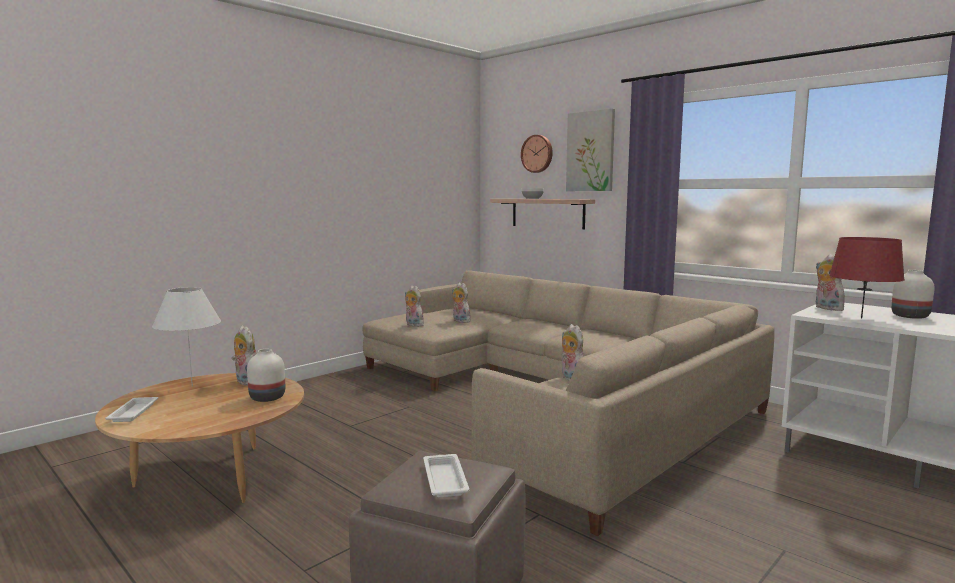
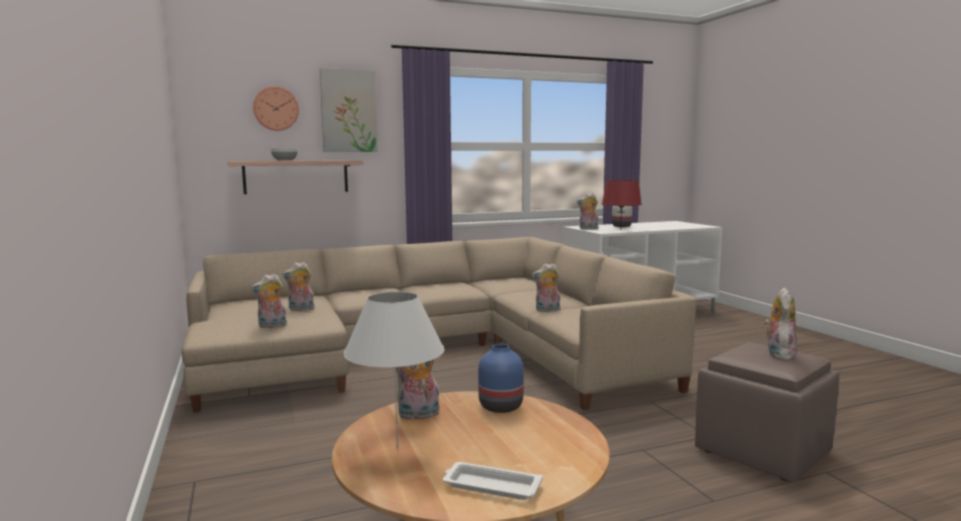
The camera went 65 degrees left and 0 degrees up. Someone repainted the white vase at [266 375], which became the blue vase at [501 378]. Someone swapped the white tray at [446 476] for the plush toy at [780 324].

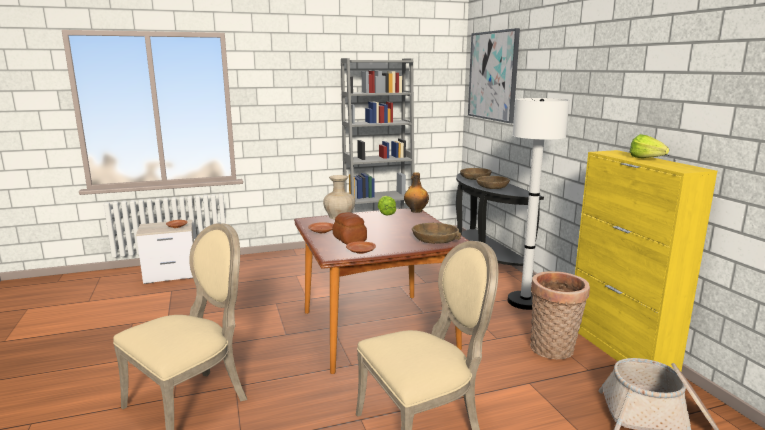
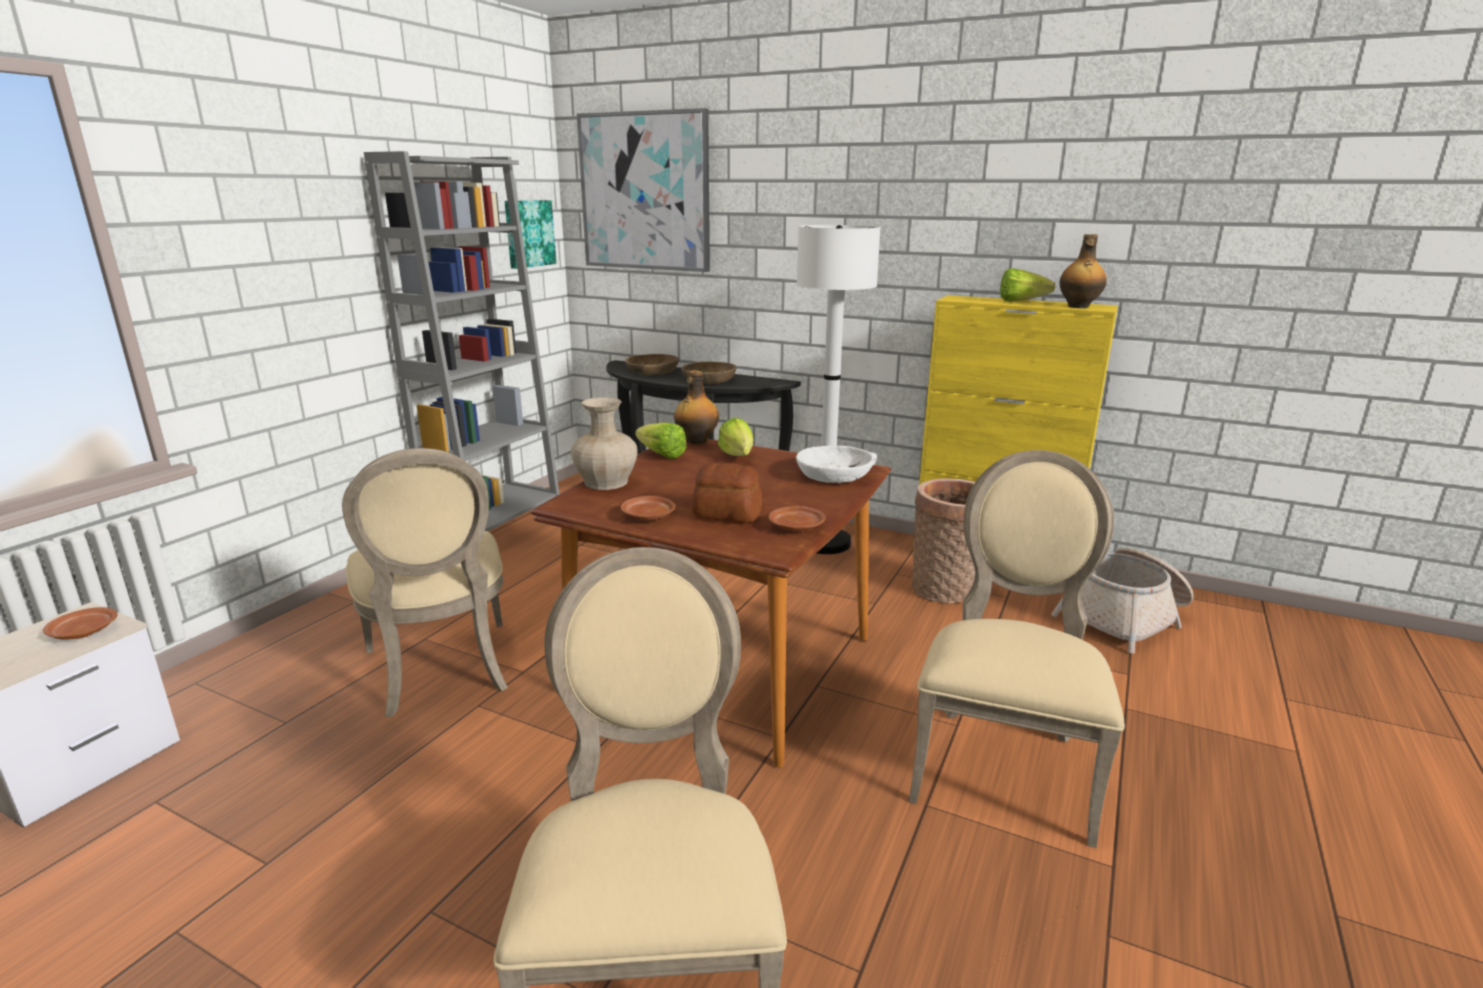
The camera went 45 degrees left and 5 degrees up. Someone repainted the brown bowl at [436 233], which became the white bowl at [836 464]. Someone put down the beige chair at [425 582]. Someone put up the picture at [530 234]. Someone put down the lettuce at [735 437]. Someone put down the bottle at [1083 271].

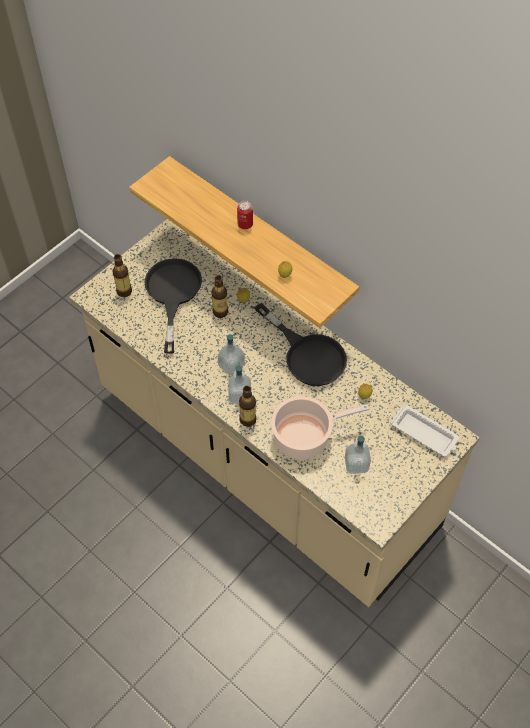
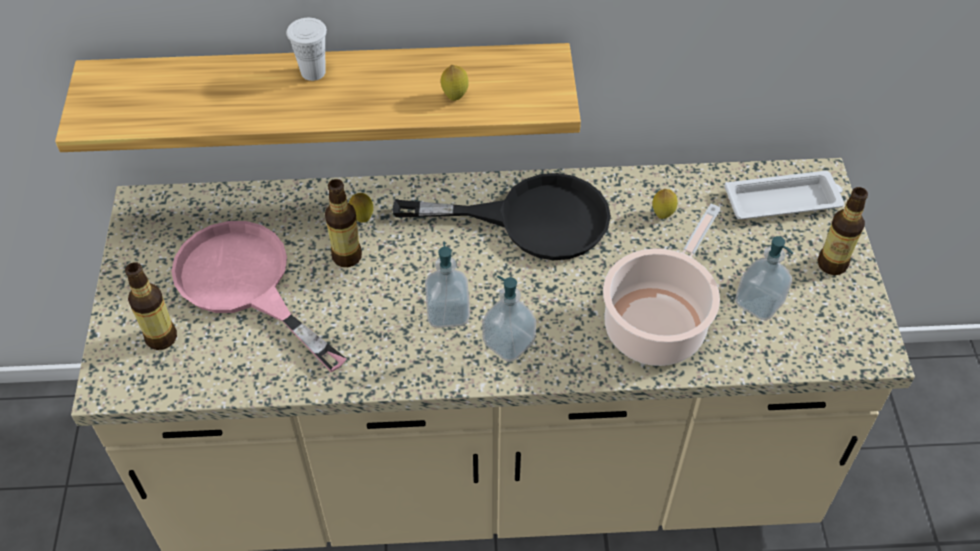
The camera went 45 degrees left and 5 degrees down. Someone repainted the black frying pan at [173 306], which became the pink frying pan at [259 296]. Someone swapped the can at [245 215] for the white cup at [307 49]. Someone carried the bottle from [247 406] to [843 231].

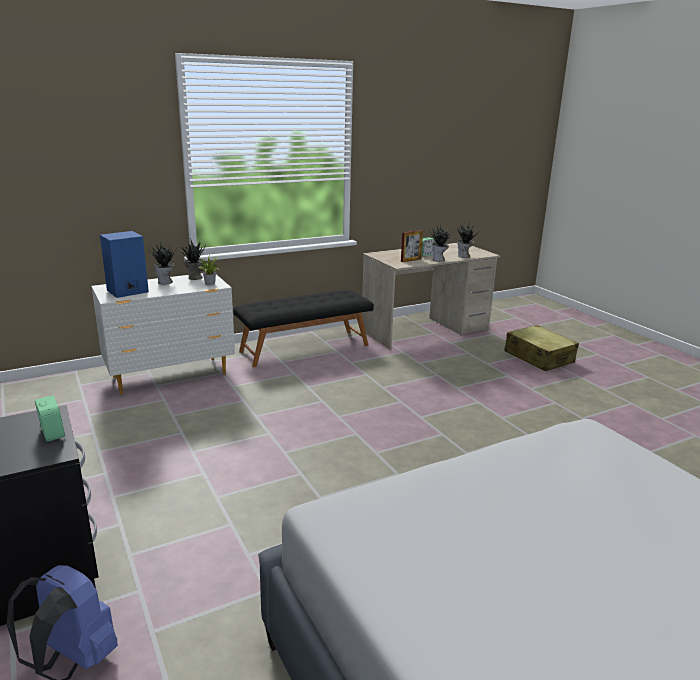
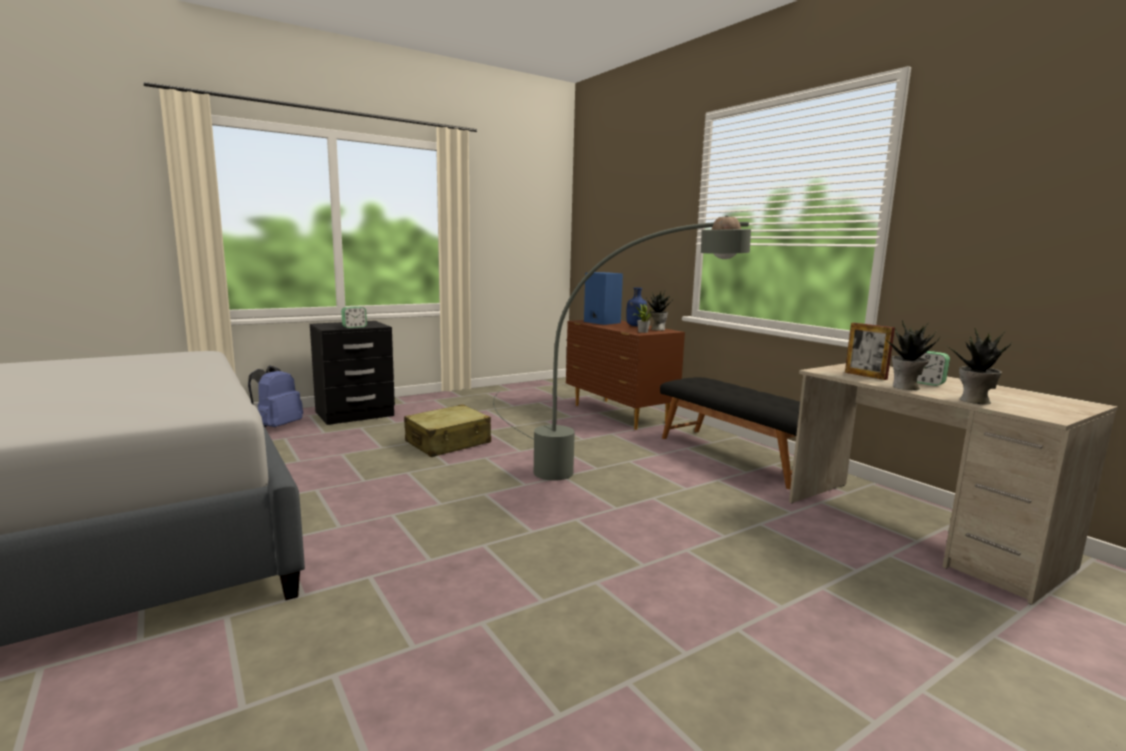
The camera went 85 degrees right and 10 degrees down. Someone repainted the white dresser at [163 334], which became the brown dresser at [625 375]. Someone swapped the potted plant at [162 262] for the blue bottle at [636 306]. Someone carried the beige suitcase from [541 348] to [447 430]. Someone put down the grey floor lamp at [622 348].

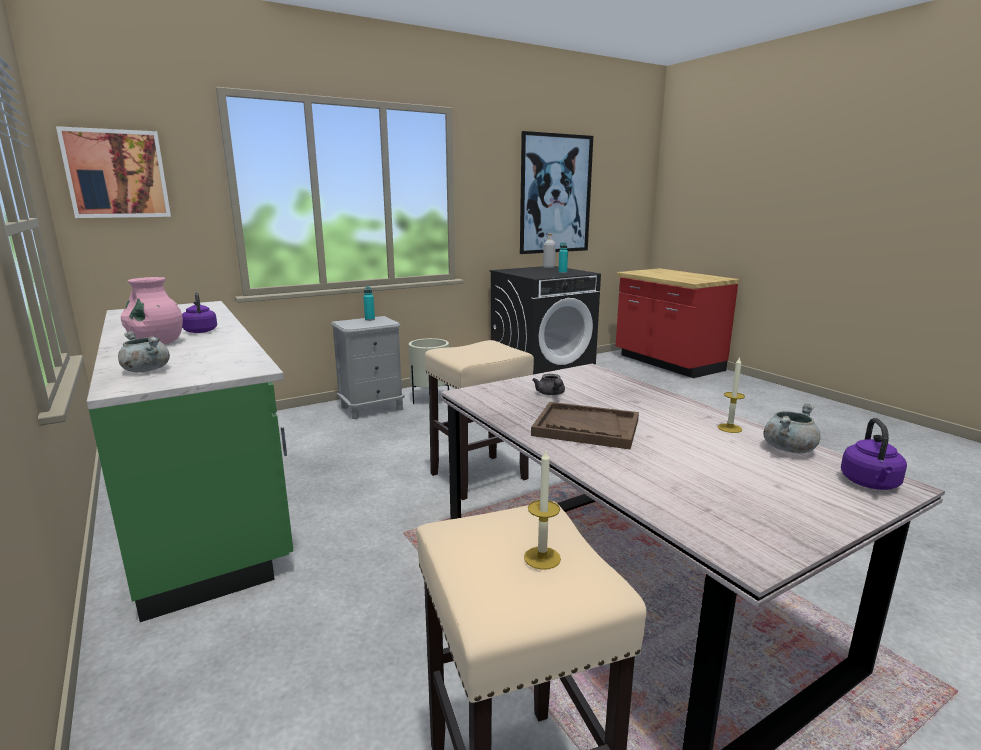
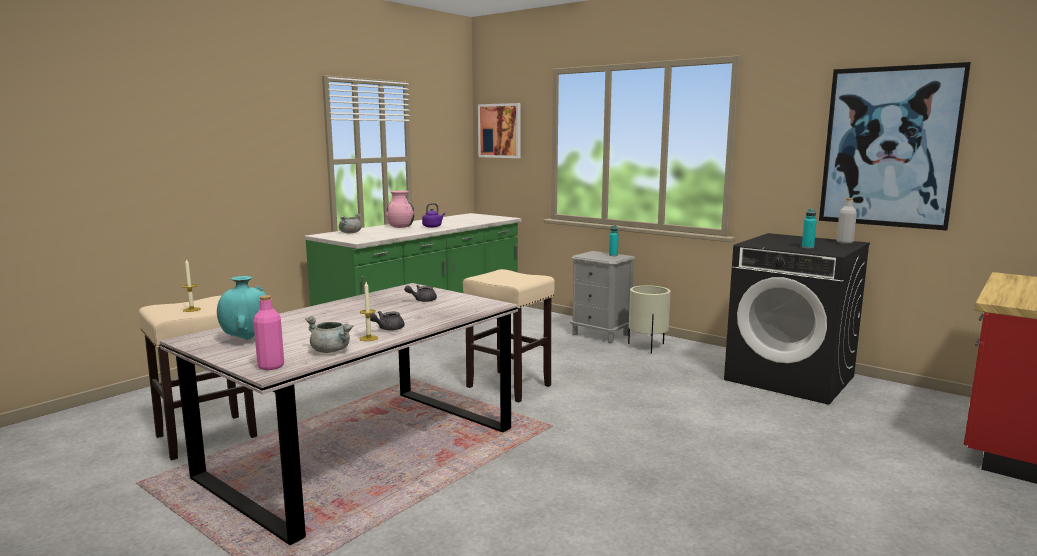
The camera went 70 degrees right and 5 degrees down. Someone took away the brown tray at [585 425]. Someone swapped the purple kettle at [874 454] for the pink bottle at [269 332]. Someone put down the turquoise vase at [241 308]. Someone put down the grey teapot at [387 320].

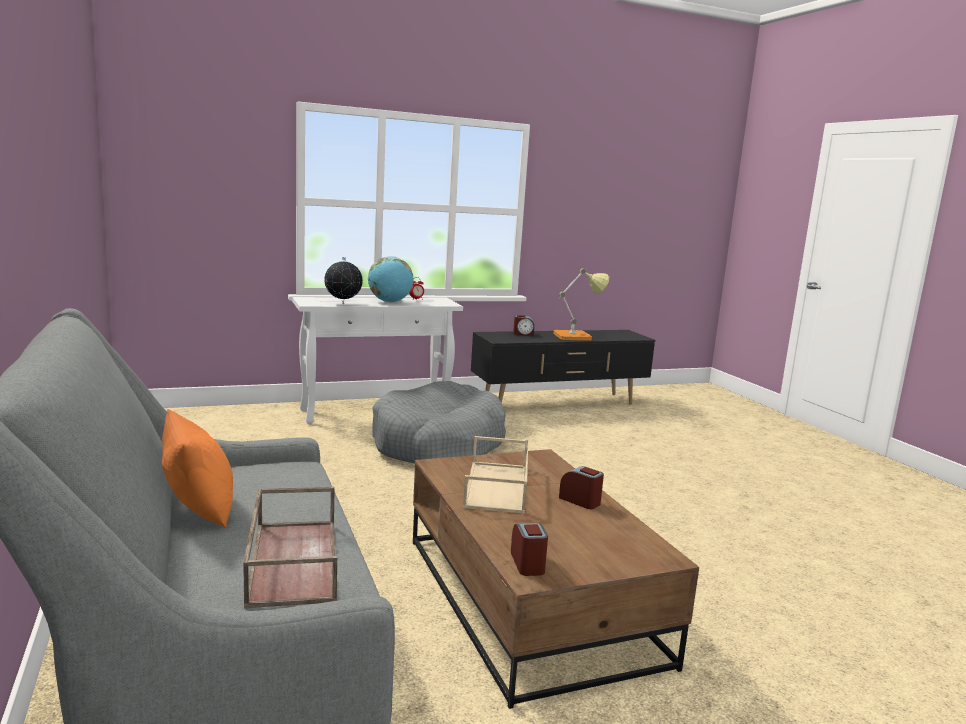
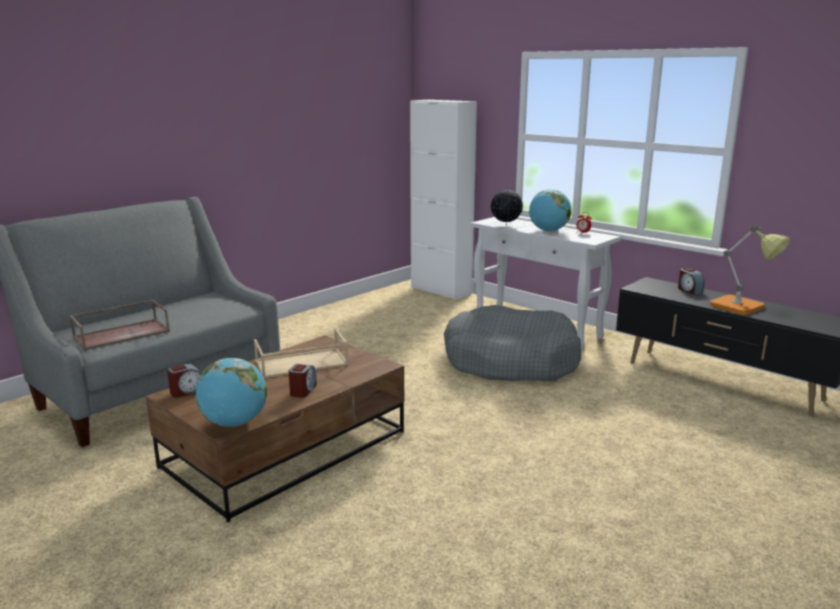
The camera went 65 degrees right and 5 degrees up. Someone took away the orange pillow at [197 468]. Someone put down the globe at [231 392]. Someone put down the white cabinet at [443 200].

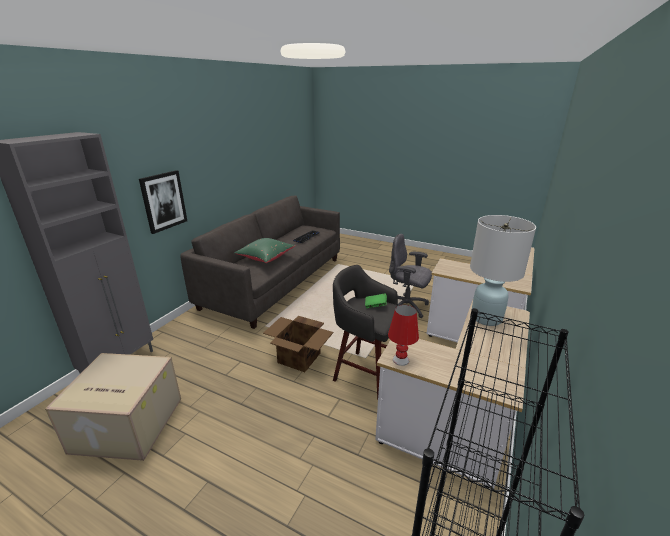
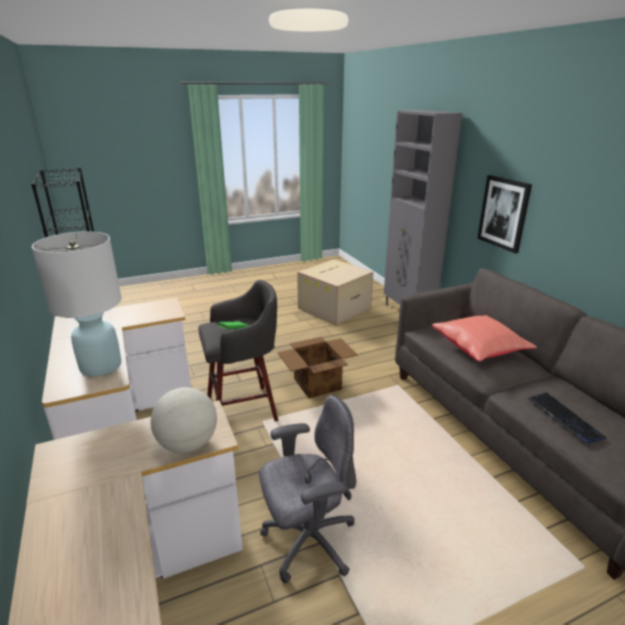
The camera went 130 degrees right and 0 degrees up. Someone repainted the green pillow at [264 250], which became the red pillow at [484 338]. Someone took away the red table lamp at [403 335]. Someone put down the globe at [184 420].

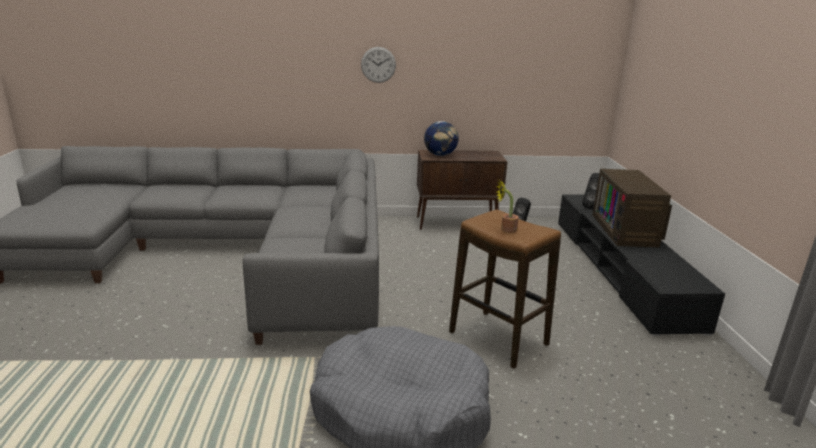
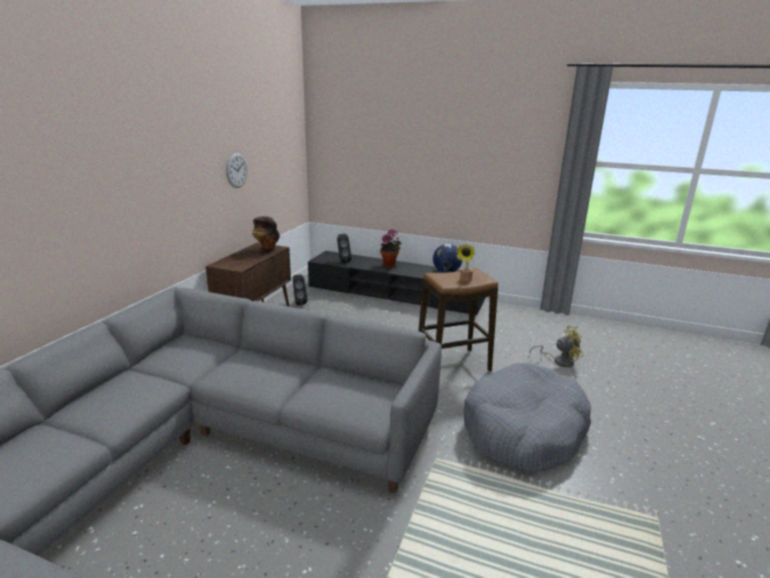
The camera went 65 degrees left and 0 degrees up. Someone carried the wall clock from [378 65] to [237 170]. Someone carried the globe from [441 138] to [447 258]. Someone swapped the television at [632 208] for the potted plant at [391 248]. Someone put down the vase at [266 234]. Someone put down the yellow fan at [556 346].

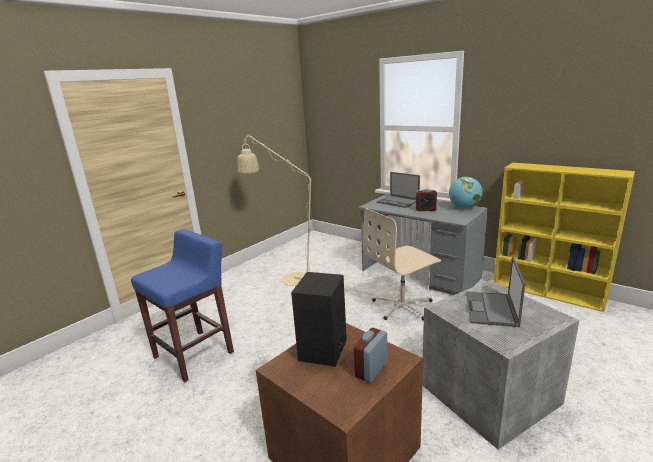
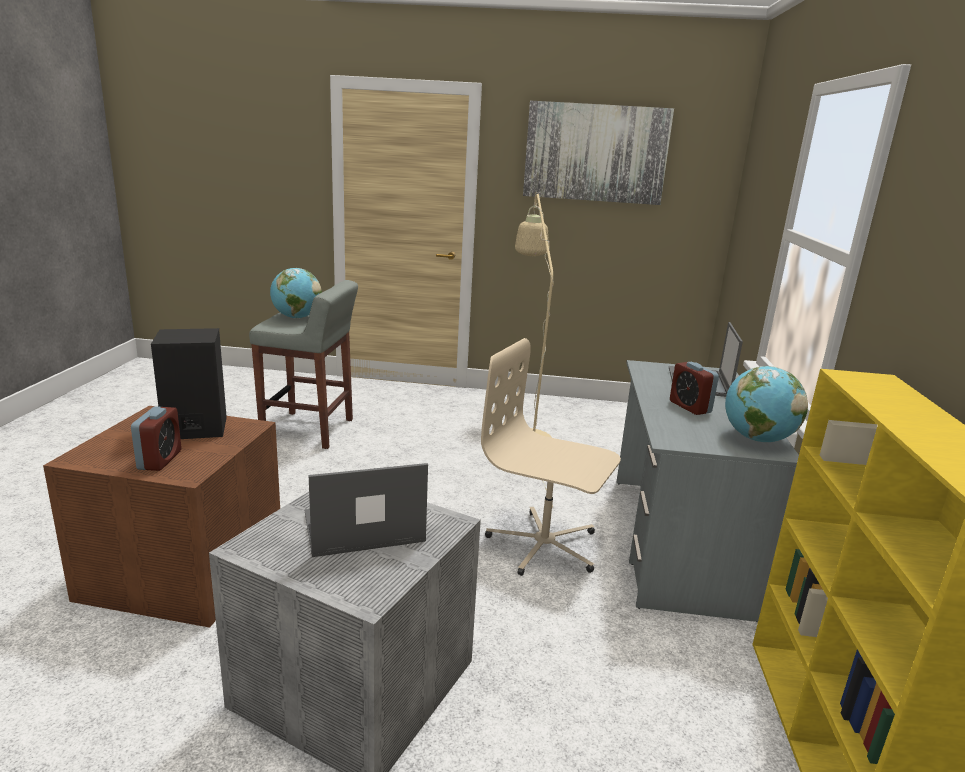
The camera went 55 degrees right and 0 degrees up. Someone repainted the blue stool at [182 306], which became the grey stool at [303 364]. Someone rotated the alarm clock at [370 355] by 90 degrees clockwise. Someone put down the globe at [296 293]. Someone put up the picture at [598 152].

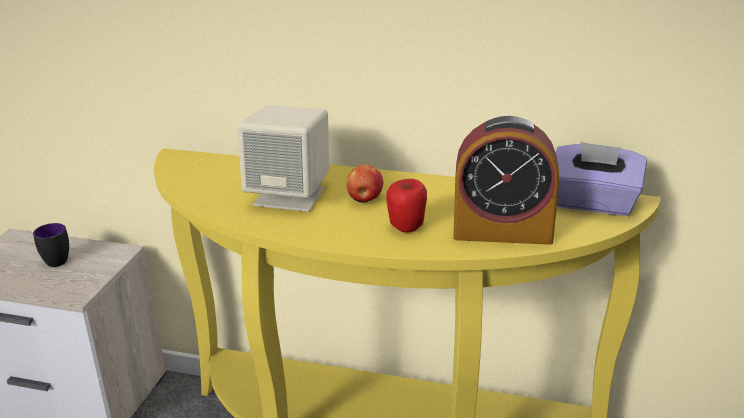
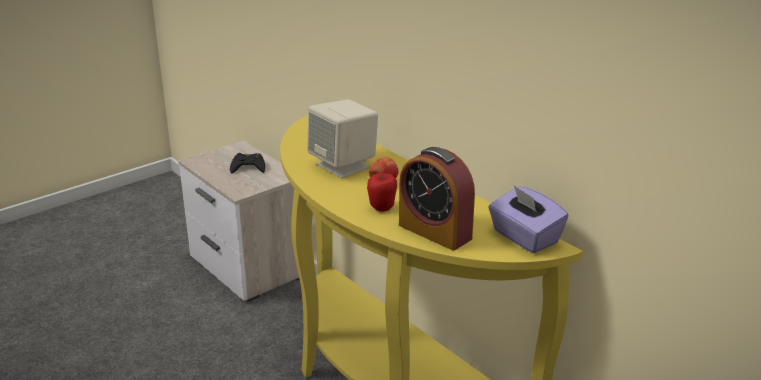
The camera went 35 degrees right and 0 degrees up. Someone swapped the mug at [51 245] for the black game controller at [248 163].

